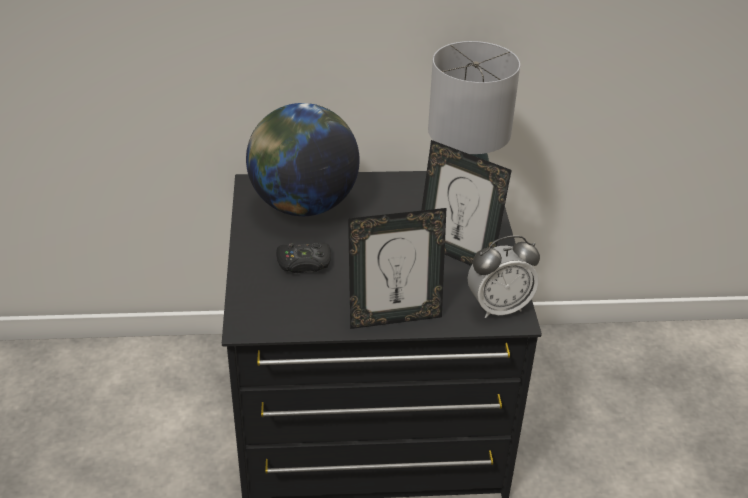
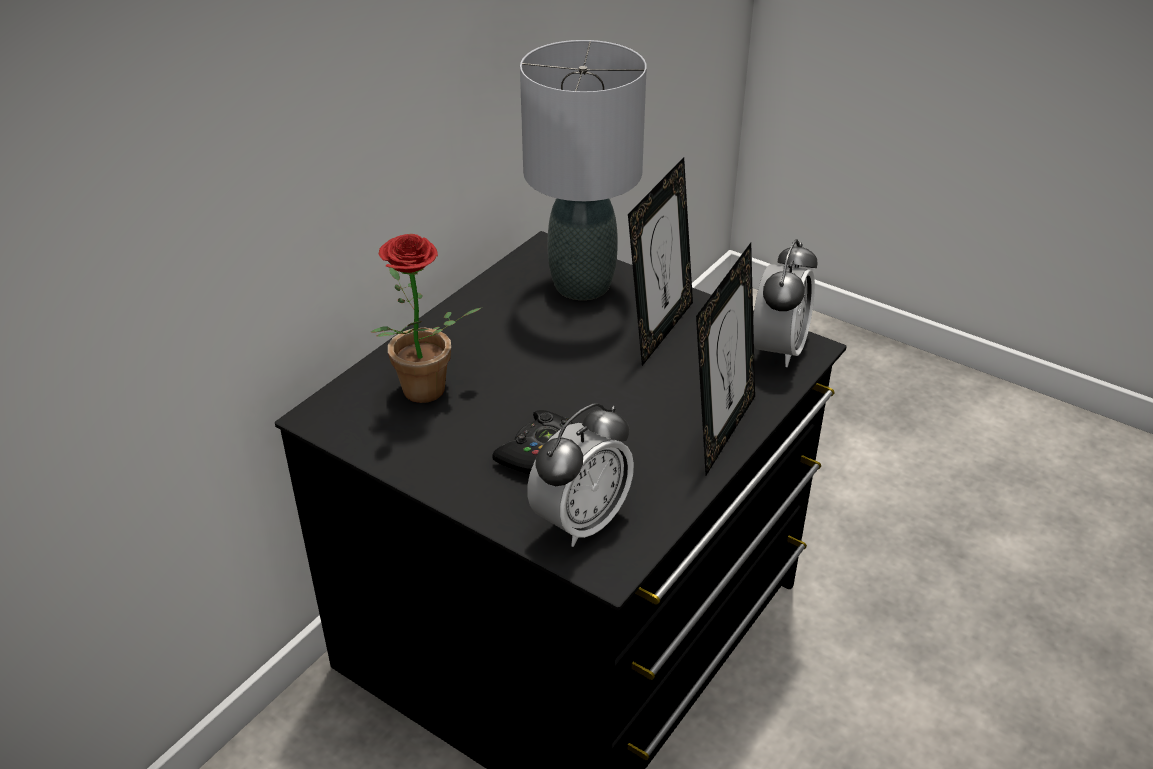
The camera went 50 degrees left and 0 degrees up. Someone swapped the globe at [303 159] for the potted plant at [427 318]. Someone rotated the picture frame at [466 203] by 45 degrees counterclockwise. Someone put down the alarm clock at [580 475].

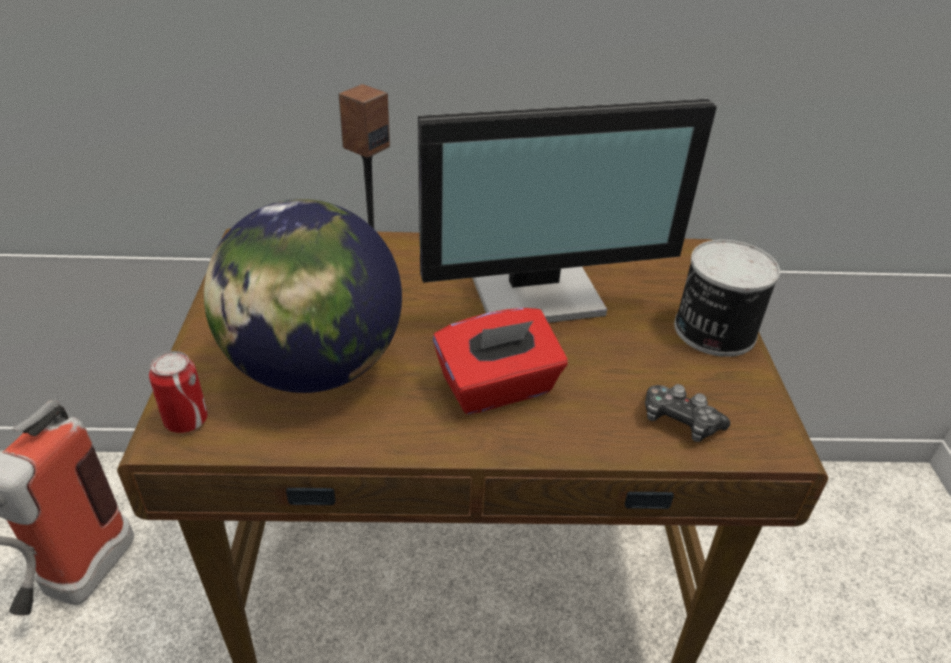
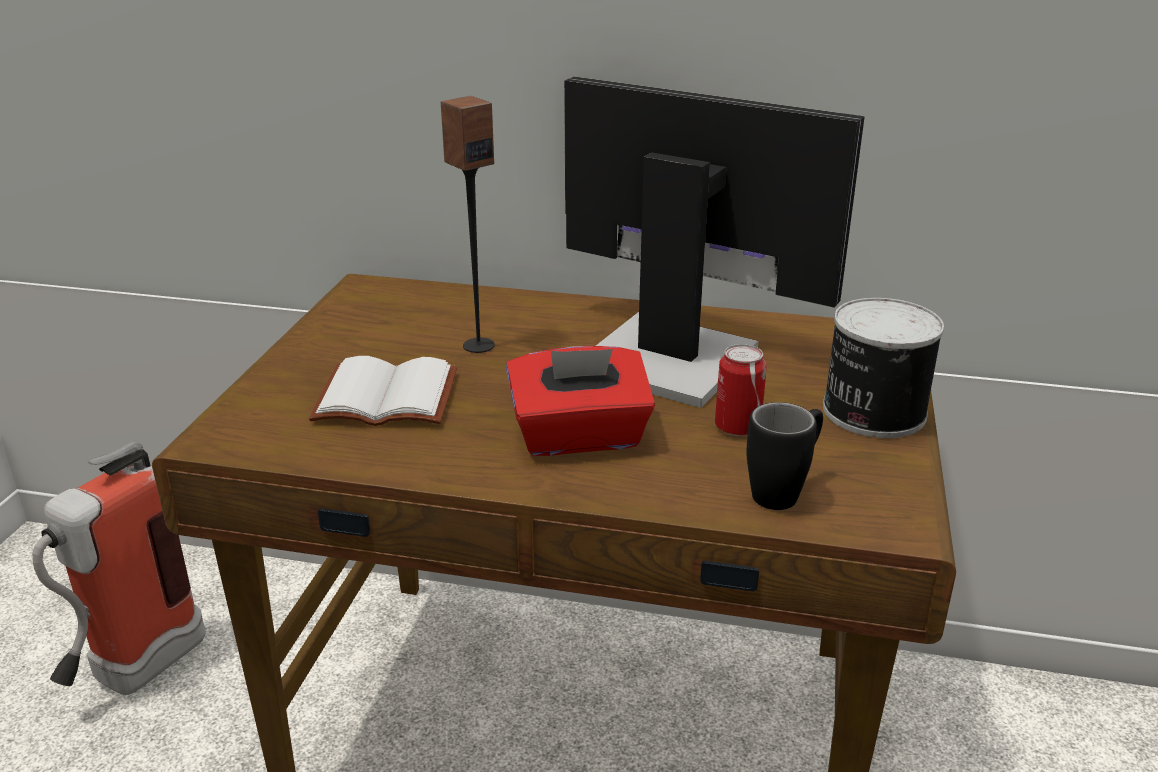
The camera went 15 degrees right and 10 degrees down. Someone carried the can from [178 392] to [741 390]. Someone swapped the globe at [303 296] for the white book at [383 391]. Someone rotated the monitor at [567 211] by 150 degrees counterclockwise. Someone swapped the game controller at [687 413] for the black mug at [784 456].

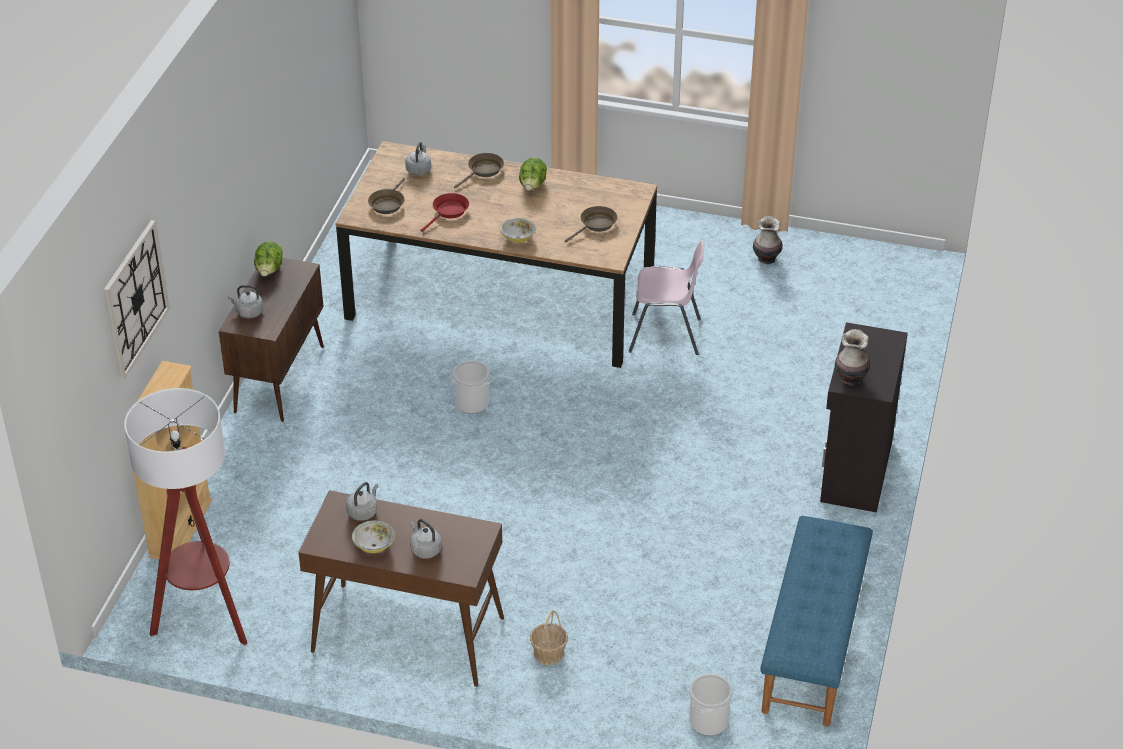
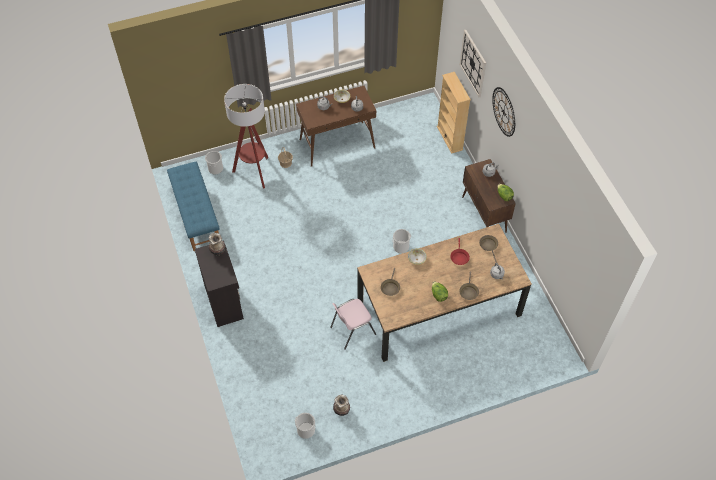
The camera went 145 degrees right and 15 degrees up. Someone carried the floor lamp from [185 516] to [246 136]. Someone put down the bucket at [305 426]. Someone put up the wall clock at [503 112].

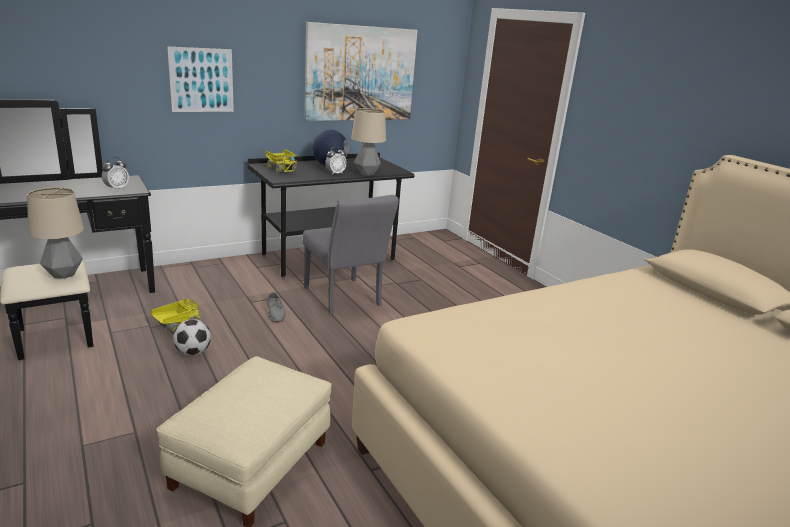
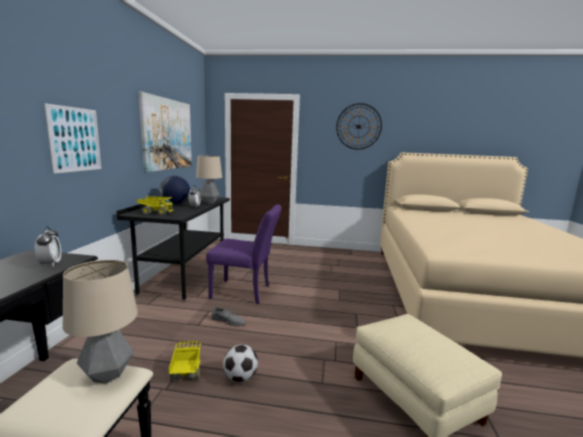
The camera went 50 degrees left and 10 degrees down. Someone repainted the grey chair at [351 255], which became the purple chair at [243 254]. Someone put up the wall clock at [359 126].

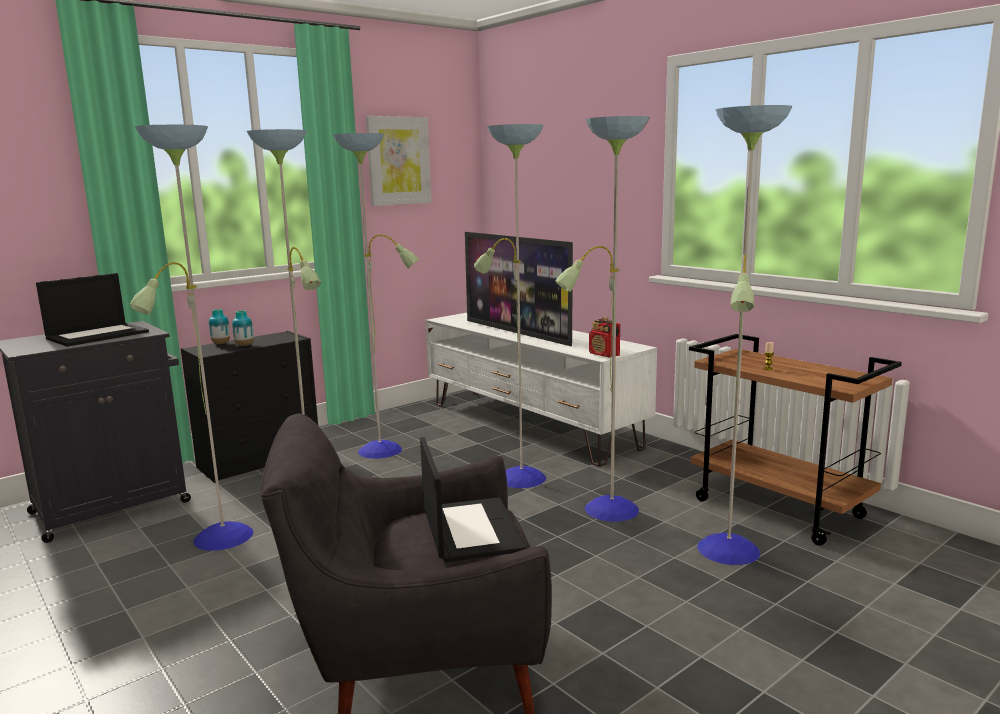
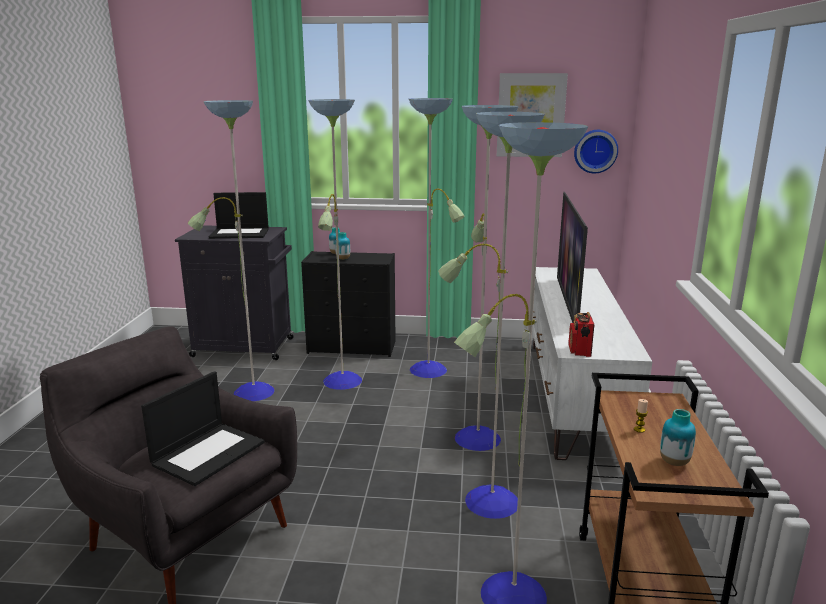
The camera went 45 degrees right and 5 degrees up. Someone put up the wall clock at [596 151]. Someone put down the vase at [678 437].

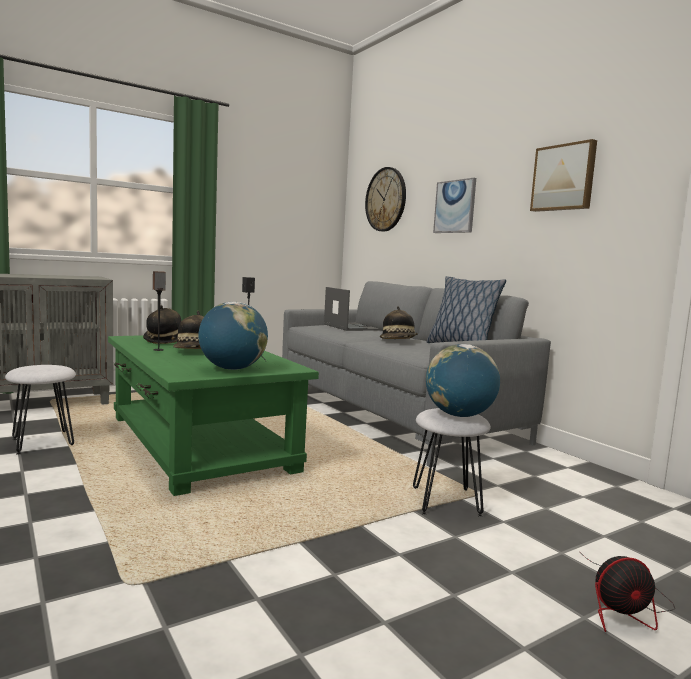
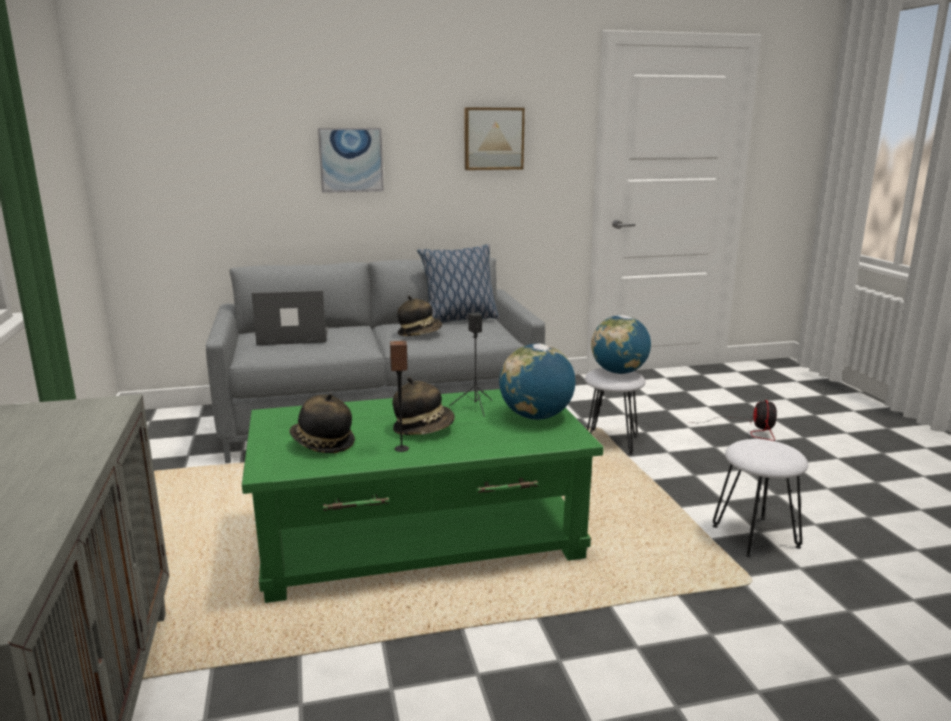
The camera went 70 degrees left and 10 degrees up. Someone carried the white stool from [40 410] to [760 498]. Someone took away the wall clock at [385 199].

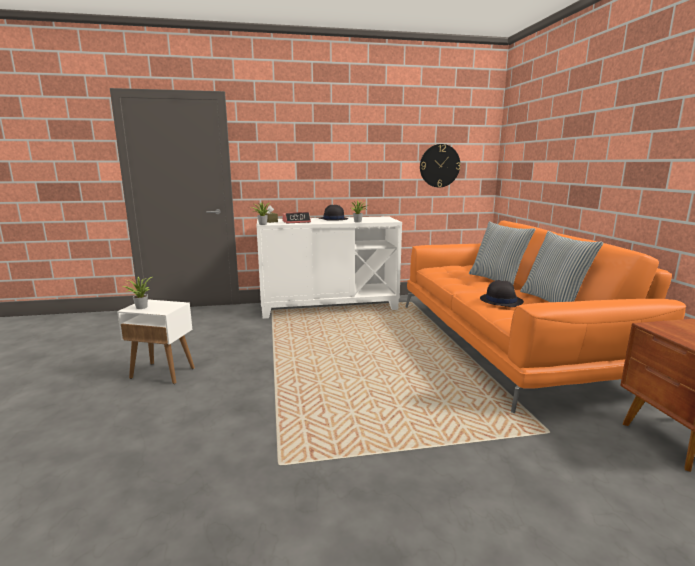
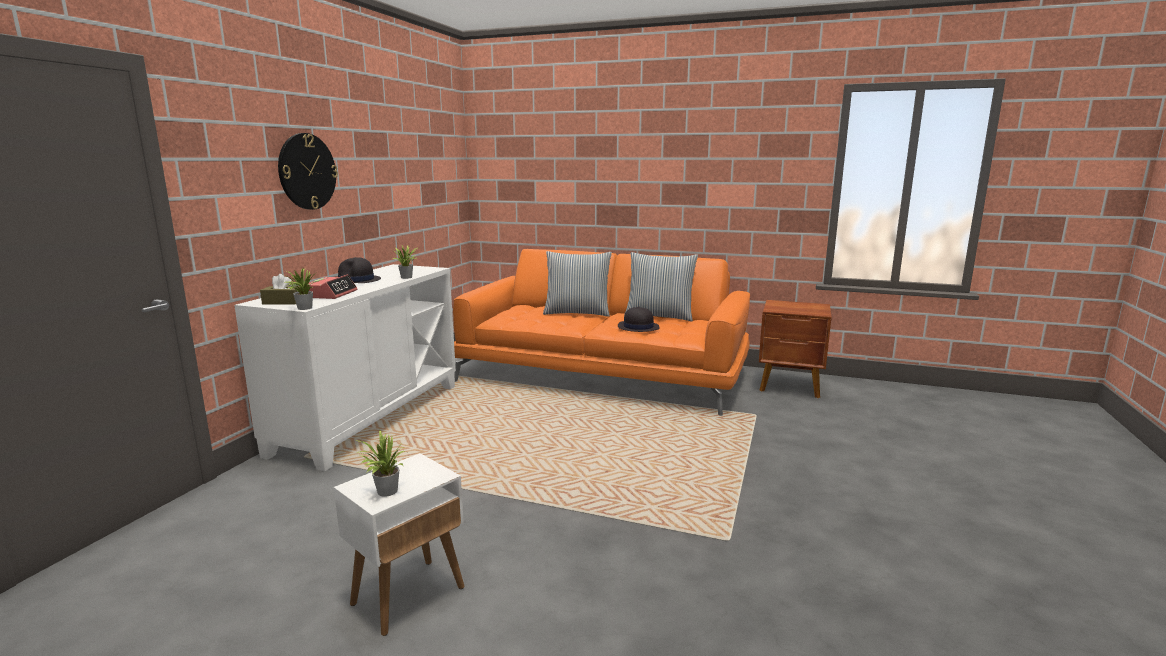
The camera went 60 degrees left and 0 degrees up. Someone carried the wall clock from [440 165] to [308 171].

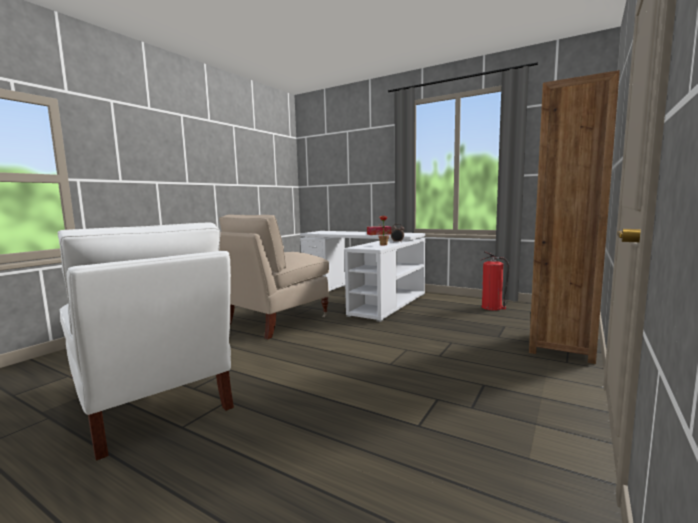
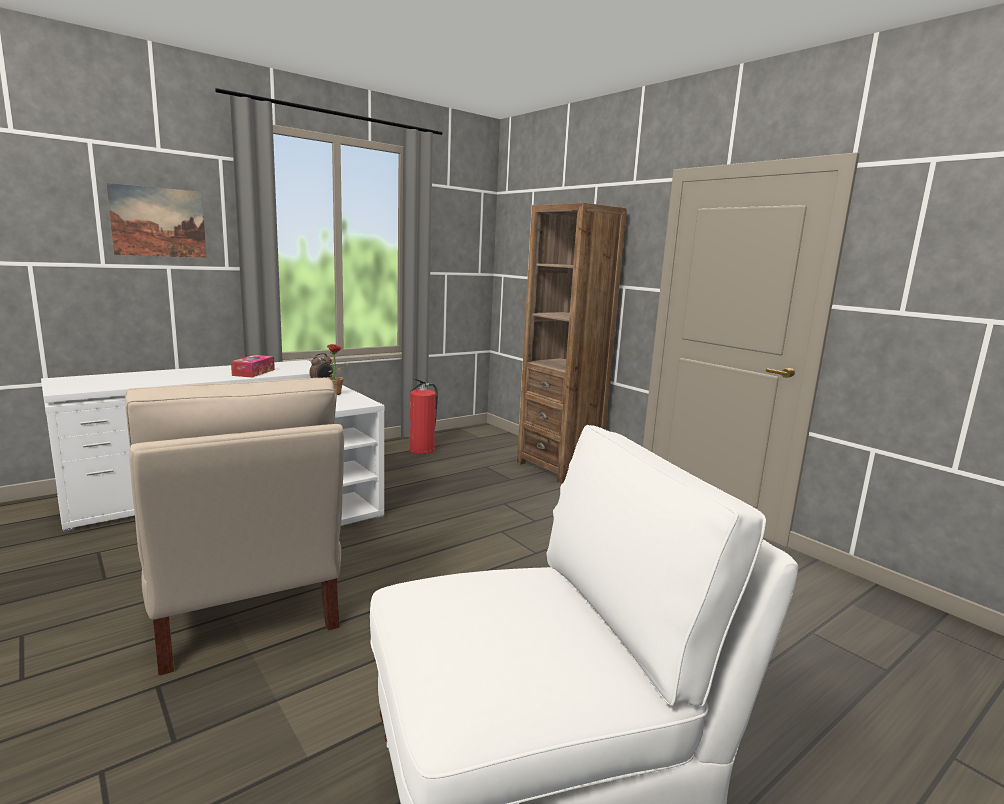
The camera went 70 degrees left and 5 degrees up. Someone put up the picture at [156 220].

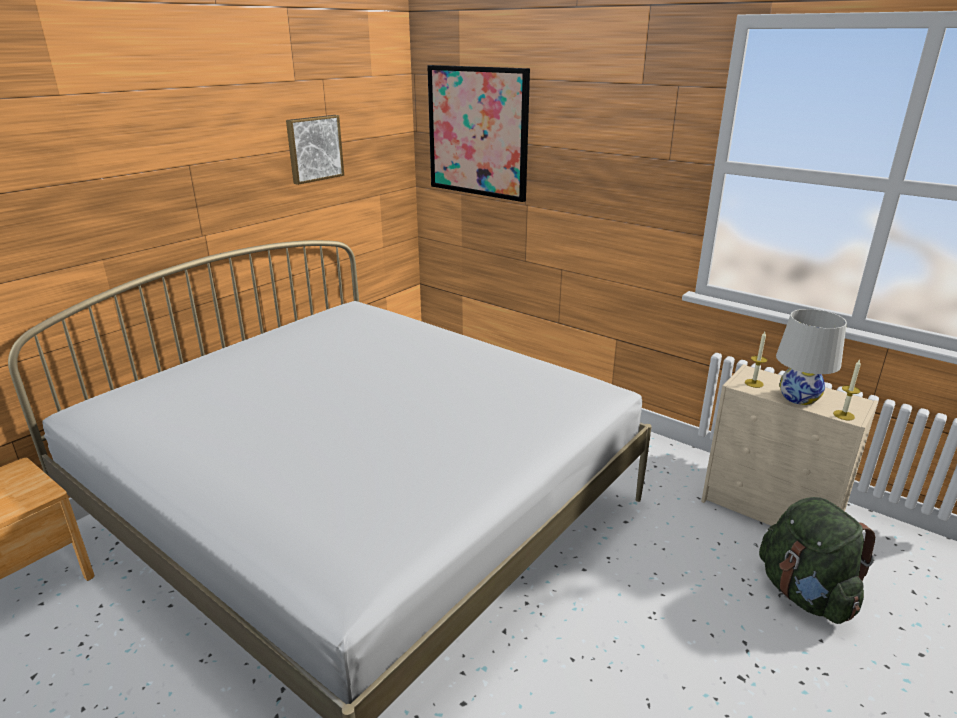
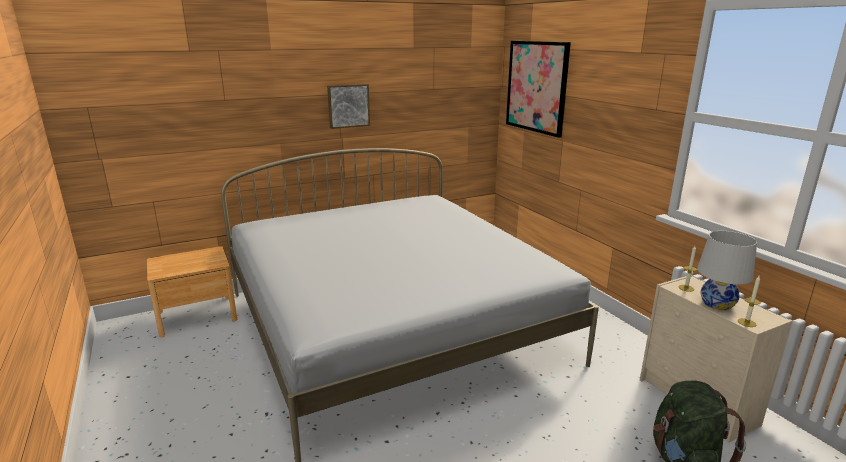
The camera went 25 degrees right and 5 degrees down. Someone carried the picture from [315 150] to [348 106].

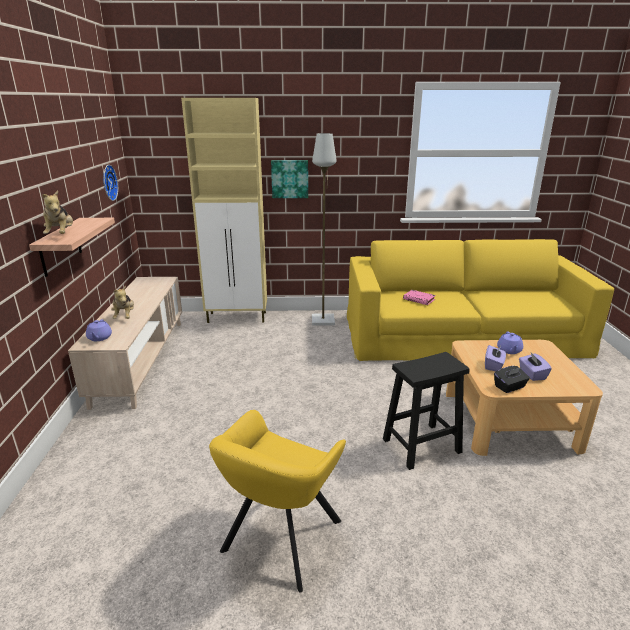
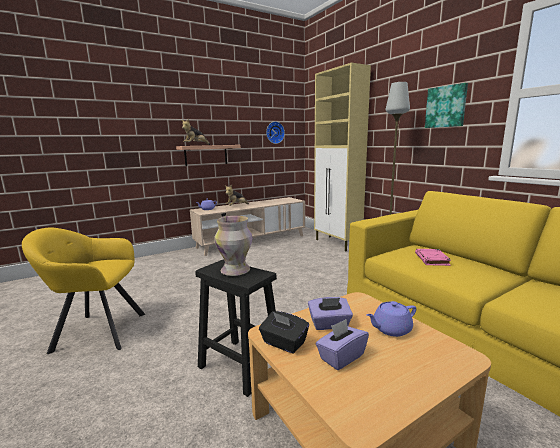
The camera went 60 degrees right and 10 degrees down. Someone carried the picture from [289 179] to [446 105]. Someone put down the vase at [234 246].

